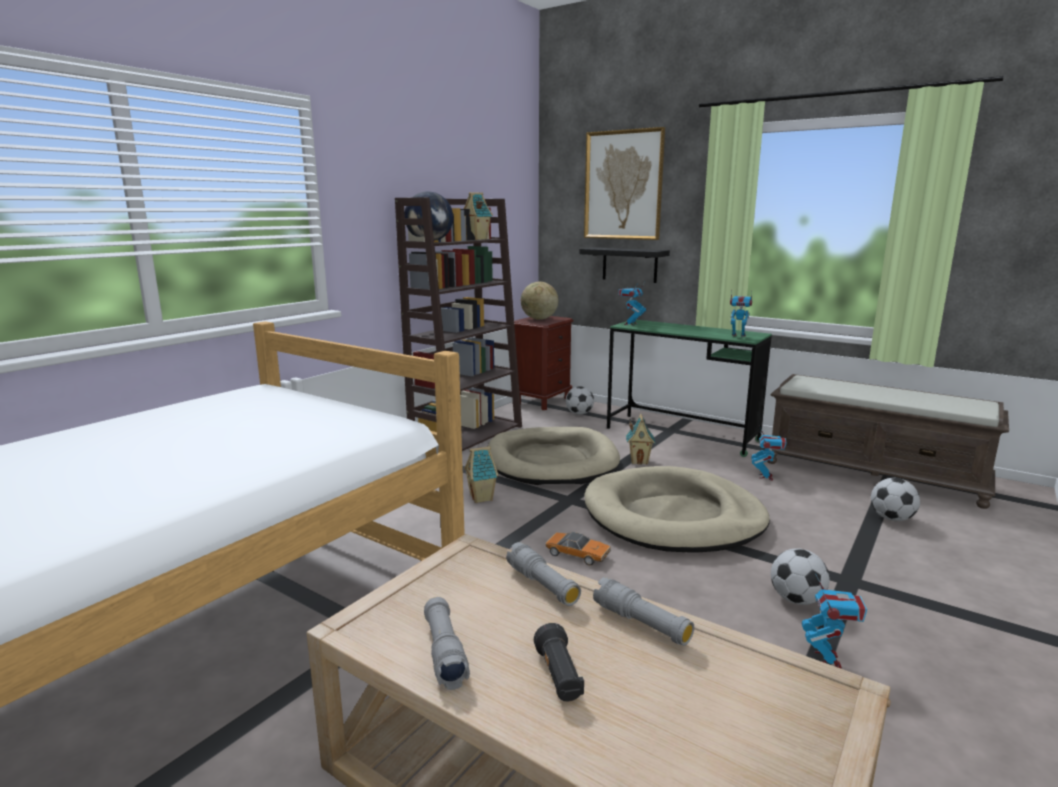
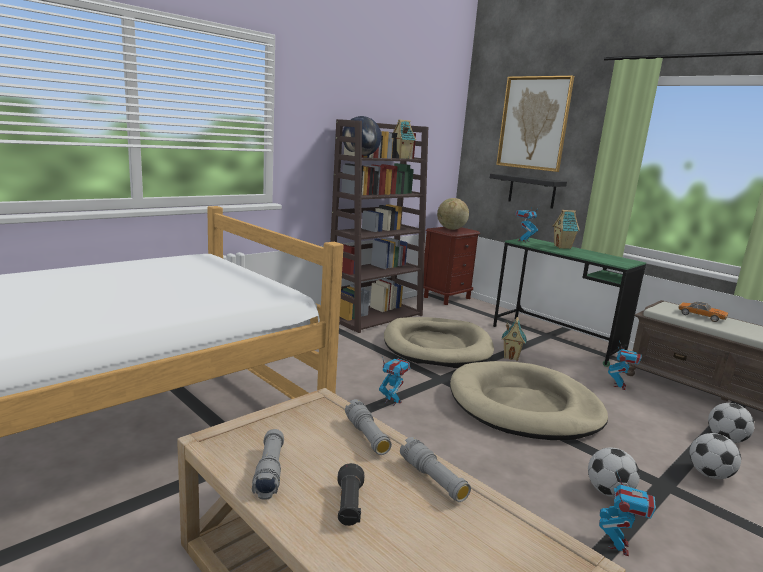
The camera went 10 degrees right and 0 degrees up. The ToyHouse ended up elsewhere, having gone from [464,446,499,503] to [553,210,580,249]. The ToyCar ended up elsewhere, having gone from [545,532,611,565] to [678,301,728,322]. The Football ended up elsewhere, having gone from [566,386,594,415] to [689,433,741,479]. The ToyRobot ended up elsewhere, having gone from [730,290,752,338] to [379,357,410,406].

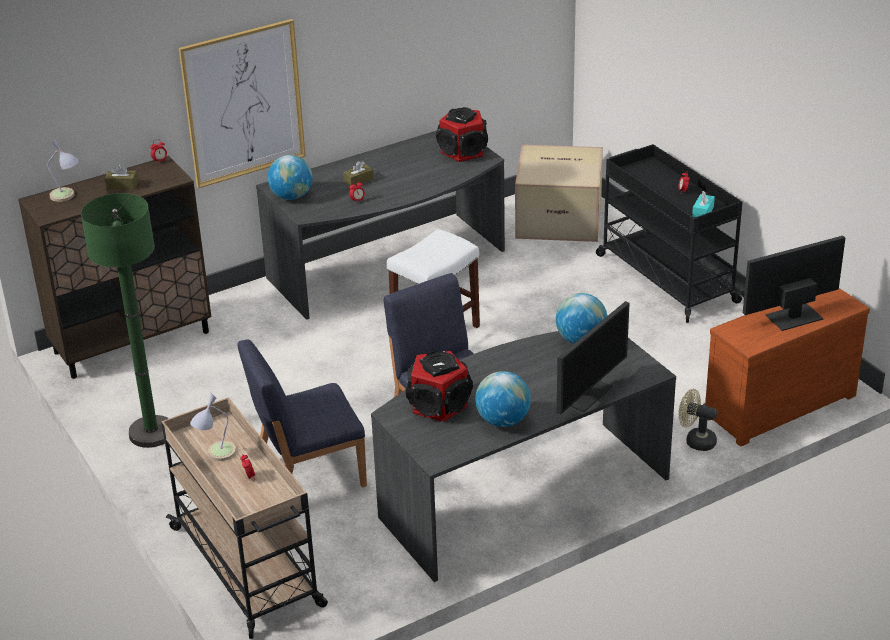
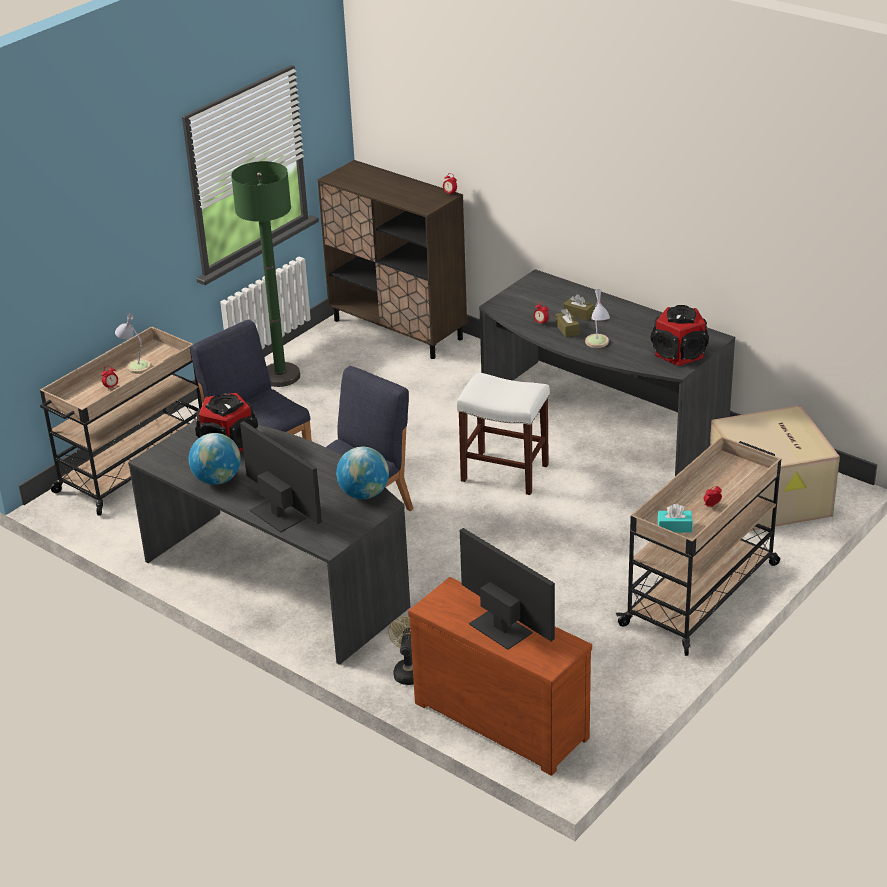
The camera went 70 degrees right and 0 degrees up. The TableLamp ended up elsewhere, having gone from [48,138,79,202] to [585,289,610,348]. The BrownTissueBox ended up elsewhere, having gone from [105,164,138,189] to [555,309,580,337]. The second view lost the Picture at [179,19,306,188]. The second view lost the Globe at [268,155,312,200]. The Monitor at [556,301,630,415] ended up facing another way, 150 degrees counterclockwise from before. What was the BlackCart at [596,144,745,323] turned into the BeigeCart at [616,436,781,656].

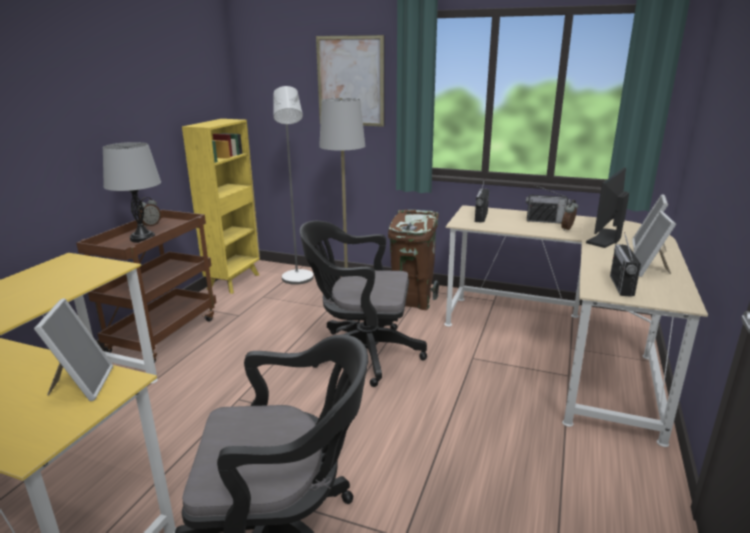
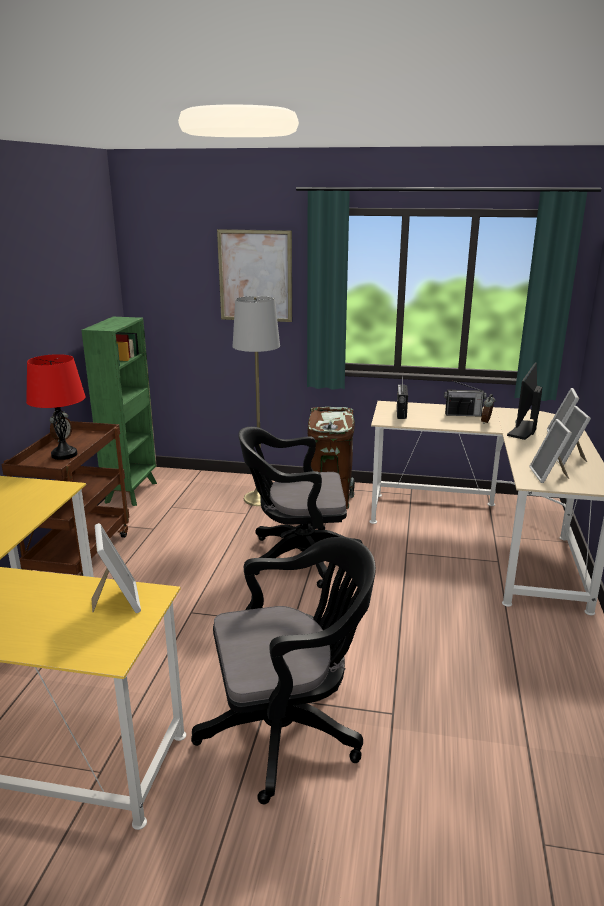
The camera went 10 degrees left and 0 degrees up. What was the GreyTableLamp at [103,142,161,243] turned into the RedTableLamp at [26,354,86,460]. What was the YellowBookcase at [182,119,260,294] turned into the GreenBookcase at [81,317,157,506]. The second view lost the GreyFloorLamp at [273,86,314,285]. Where the Radio stood at [610,232,641,297], the PictureFrame came to stand at [529,419,572,483].

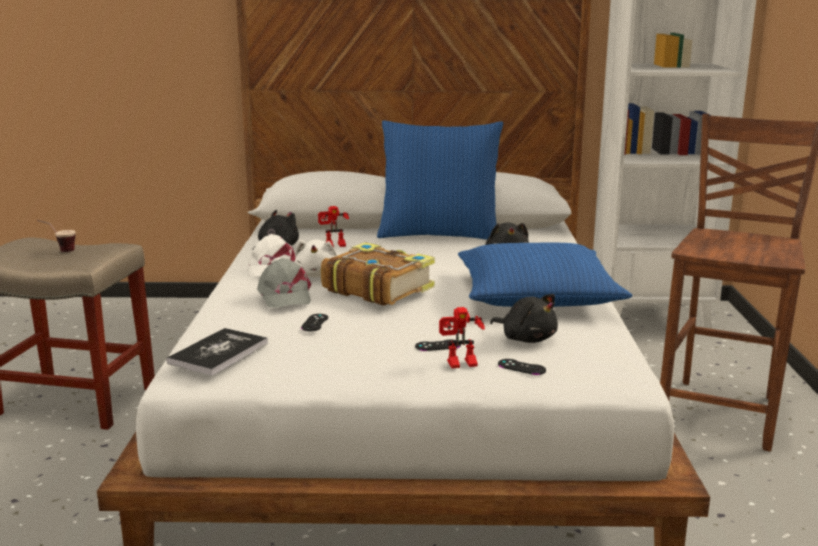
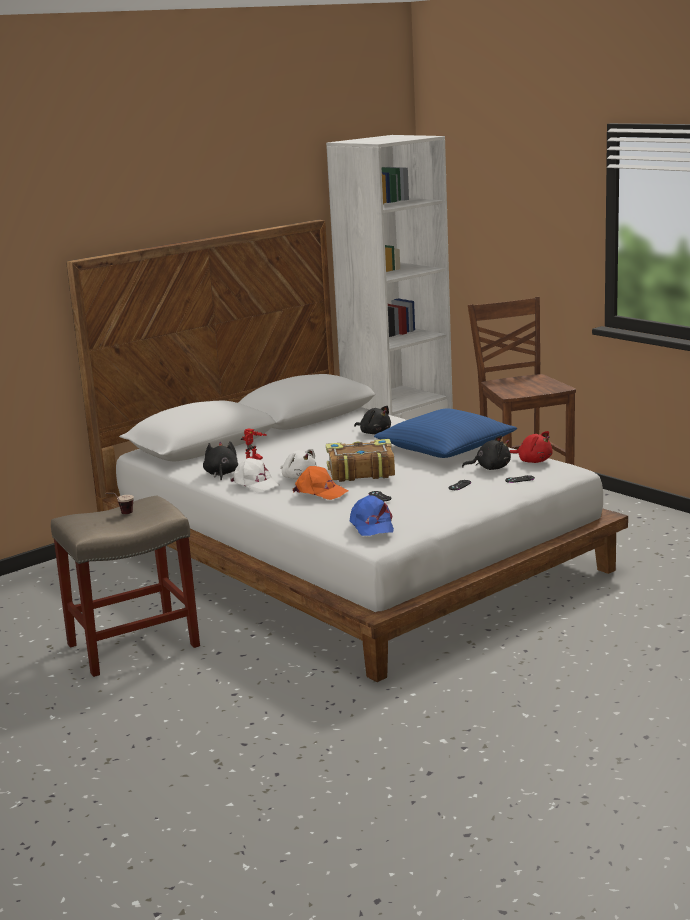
The camera went 40 degrees left and 0 degrees up. Where the Book stood at [167,328,268,376], the BlueCap came to stand at [350,495,394,536]. What was the GreyCap at [257,258,311,307] turned into the OrangeCap at [293,466,348,500]. The second view lost the BluePillow at [377,120,503,240]. The second view lost the ToyRobot at [439,307,485,368]. The second view gained the RedPlushToy at [510,431,553,463].

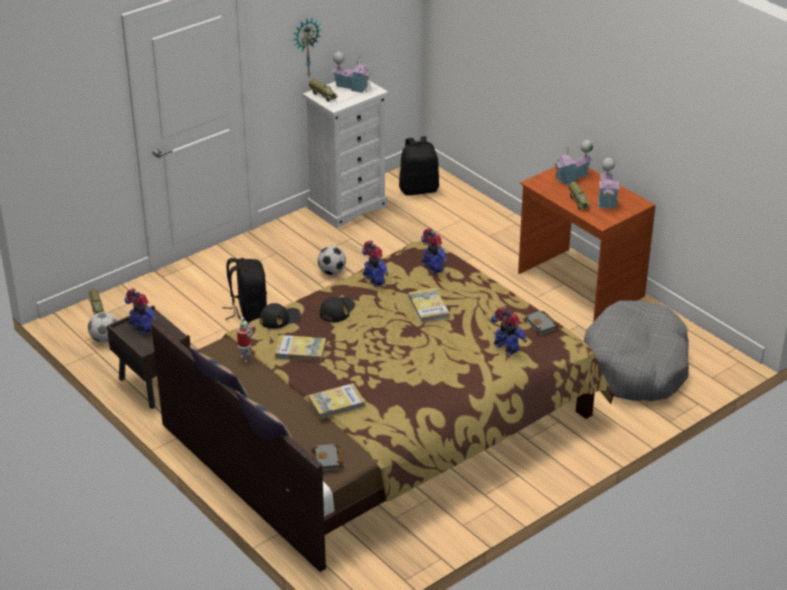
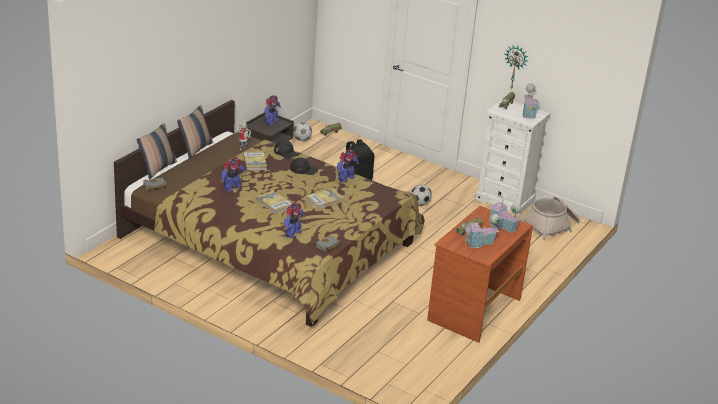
The camera went 70 degrees right and 5 degrees down. The Book ended up elsewhere, having gone from [308,383,365,419] to [256,191,292,214]. Where the BlackBackpack stood at [399,136,439,196], the Basket came to stand at [521,196,580,240]. The ToyRobot ended up elsewhere, having gone from [421,228,448,274] to [221,158,246,192]. The second view lost the GreyDogBed at [584,301,689,401].

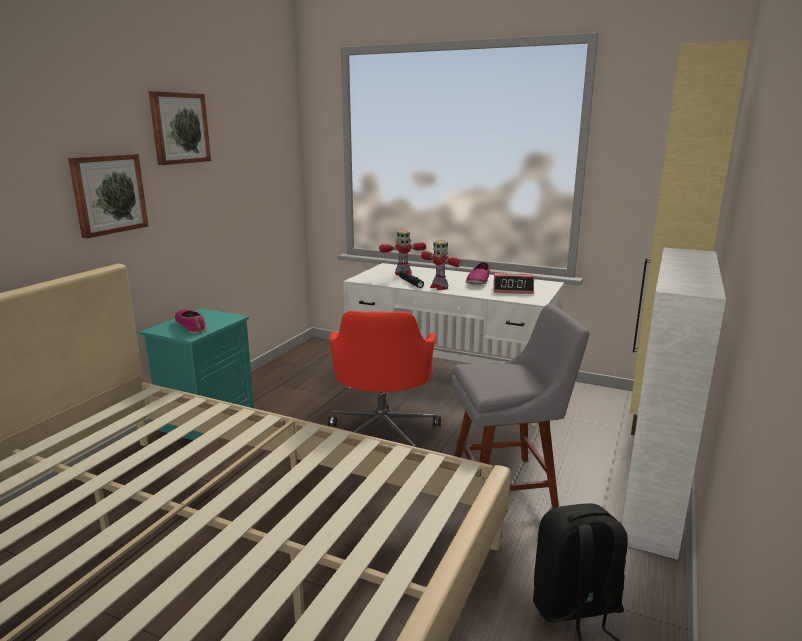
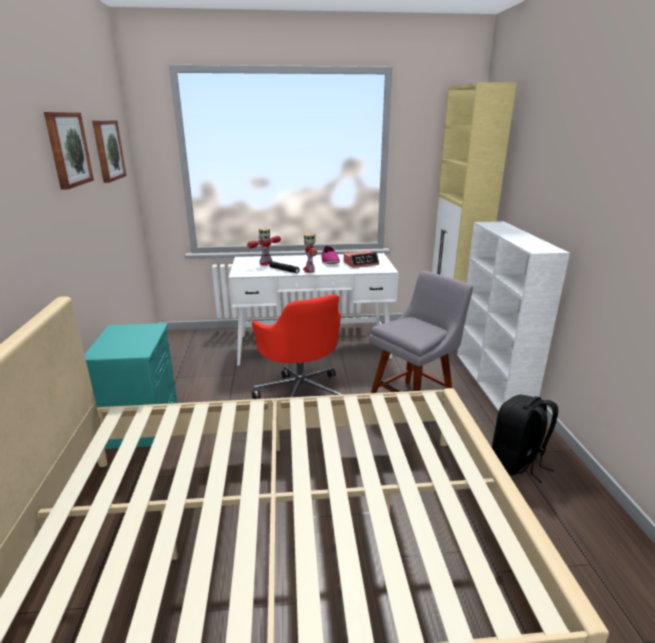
The camera went 30 degrees left and 5 degrees up. The Picture ended up elsewhere, having gone from [68,154,148,238] to [92,120,127,183]. The second view lost the Shoe at [175,309,206,334]. The ToyRobot at [421,240,462,290] ended up facing another way, 60 degrees clockwise from before.

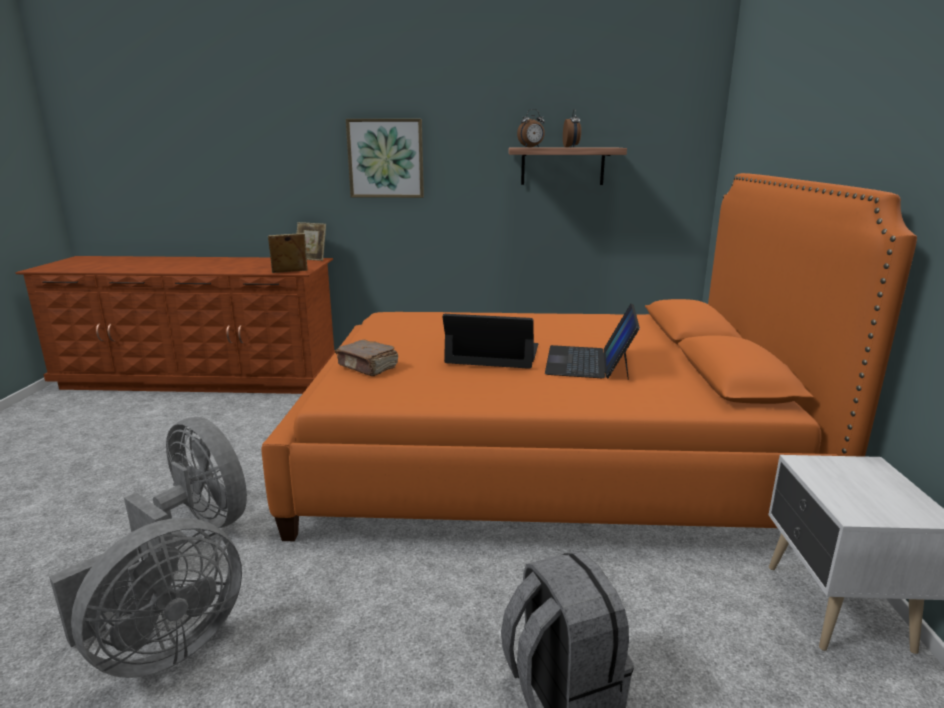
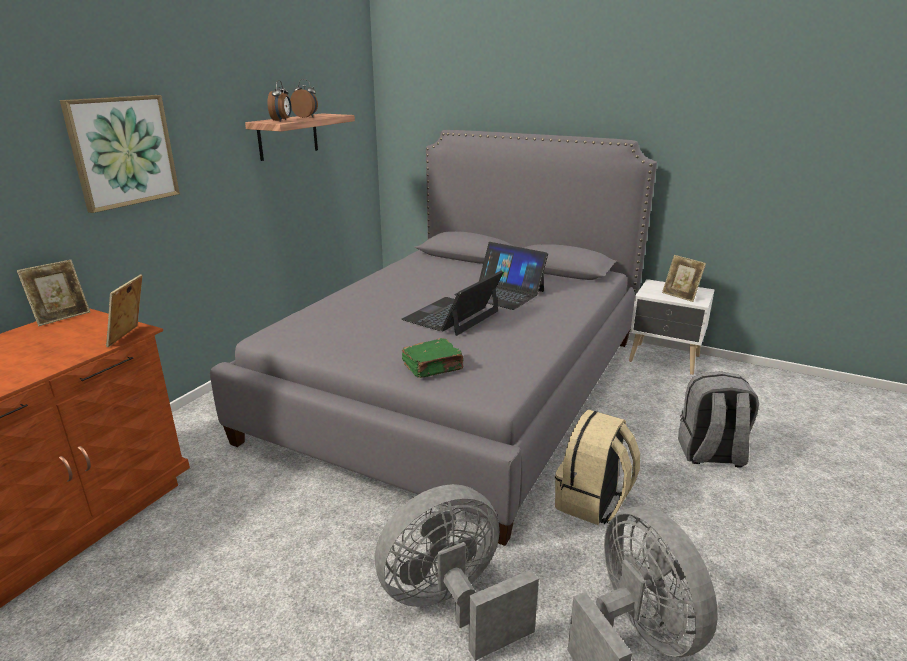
The camera went 65 degrees left and 5 degrees up. What was the OrangeBed at [261,173,917,541] turned into the GreyBed at [210,130,657,546]. What was the BrownBook at [335,340,398,376] turned into the GreenBook at [402,338,464,378]. The second view gained the BeigeBackpack at [555,410,640,525]. The second view gained the PictureFrame at [662,255,706,302].

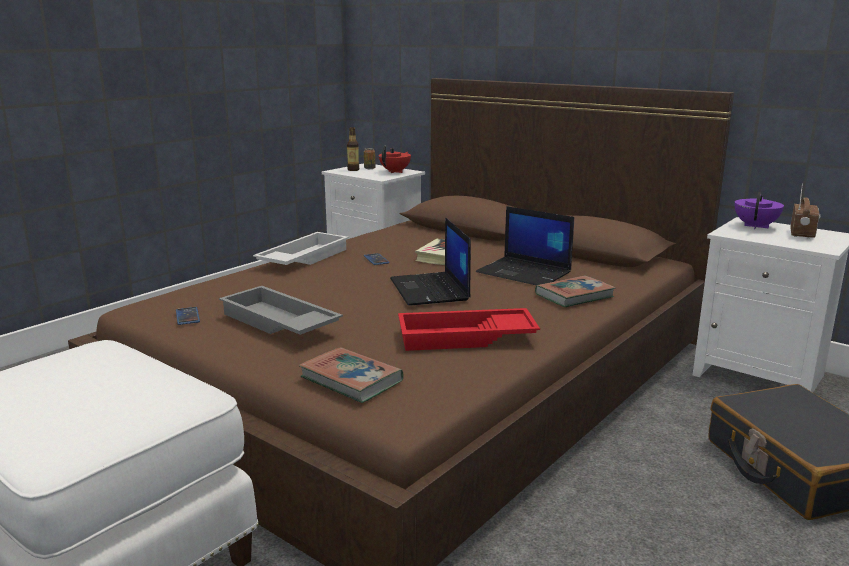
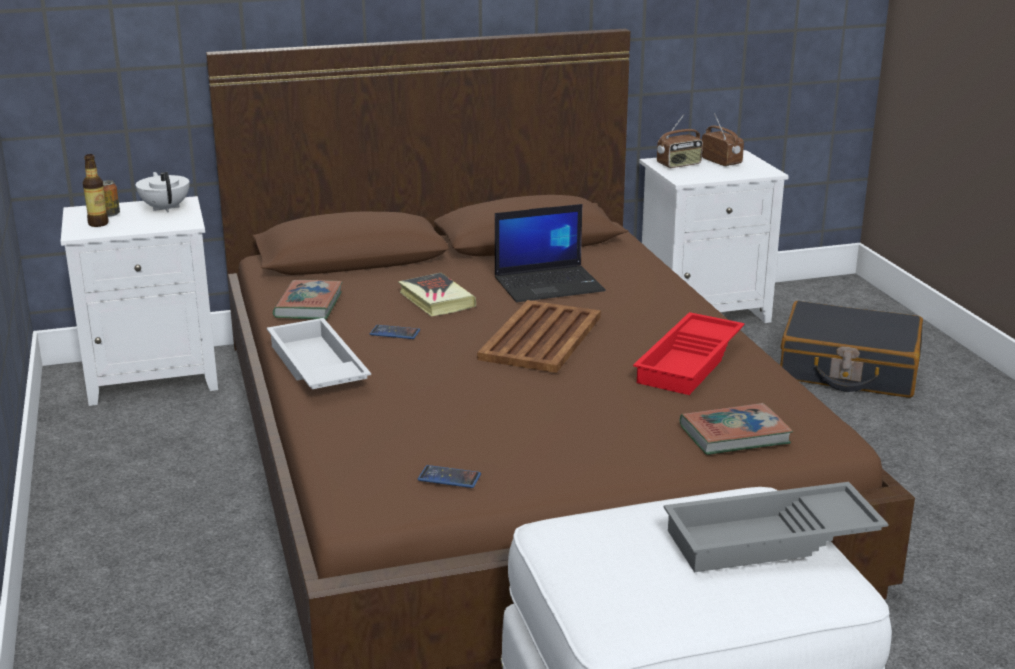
The camera went 55 degrees left and 5 degrees up. The GreyTray ended up elsewhere, having gone from [219,286,343,335] to [664,482,889,572]. What was the RedTeapot at [379,146,411,173] turned into the WhiteTeapot at [136,172,189,213]. Where the Laptop stood at [390,218,471,305], the BrownTray came to stand at [477,300,601,373]. The Book ended up elsewhere, having gone from [535,276,615,307] to [273,280,342,319]. Where the PurpleTeapot stood at [735,192,784,229], the Radio came to stand at [657,114,703,168].

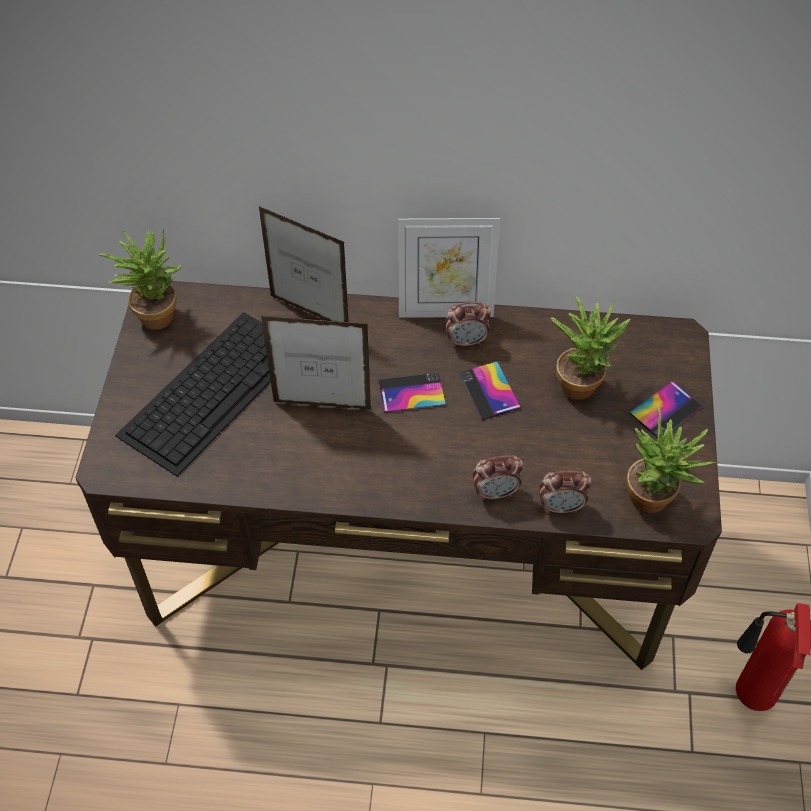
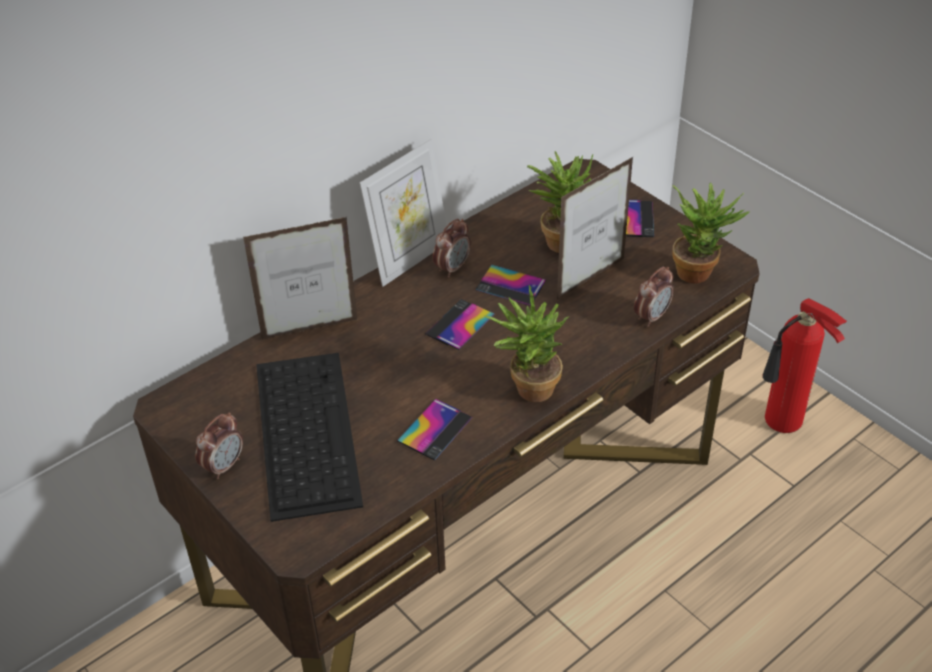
The camera went 45 degrees left and 10 degrees down. The PottedPlant ended up elsewhere, having gone from [99,228,182,330] to [484,285,570,402]. The PictureFrame ended up elsewhere, having gone from [261,316,372,410] to [557,157,633,300]. The AlarmClock ended up elsewhere, having gone from [473,455,523,500] to [195,412,243,479]. The second view gained the Phone at [397,399,473,461].

